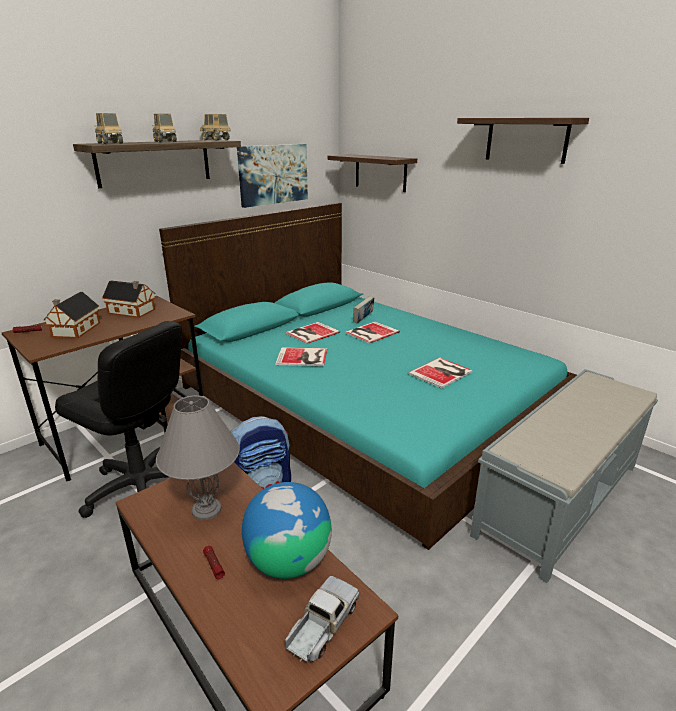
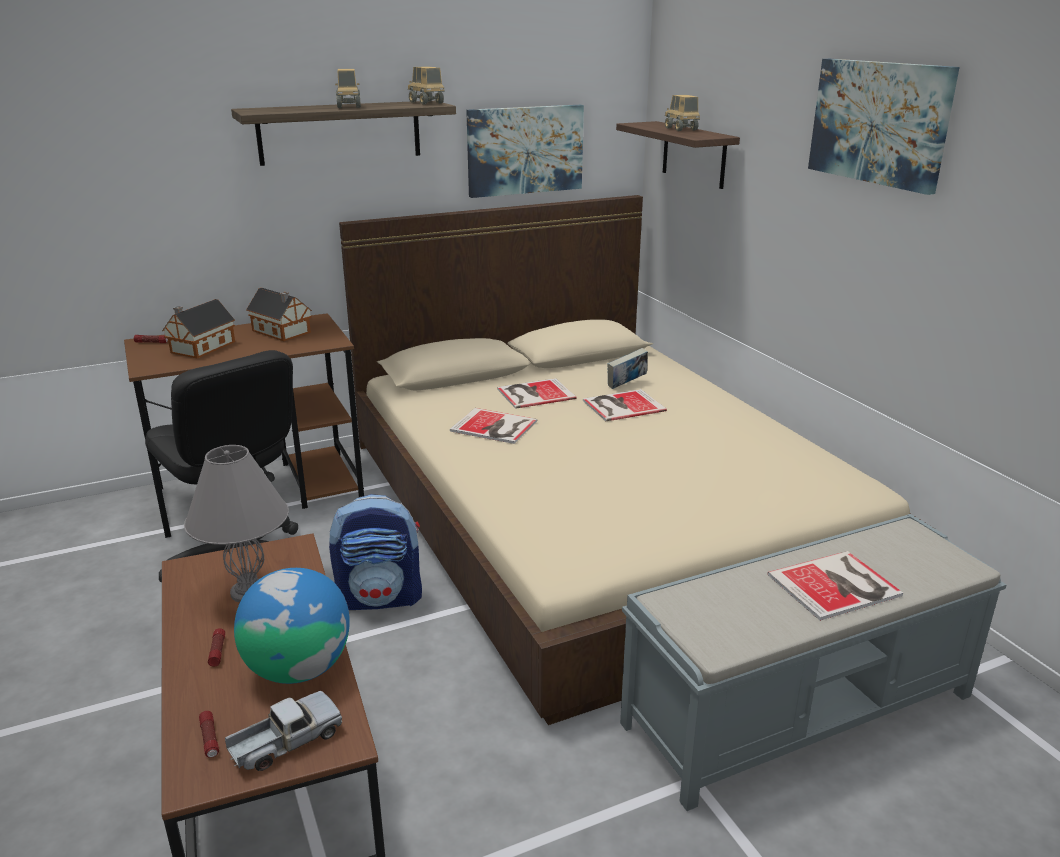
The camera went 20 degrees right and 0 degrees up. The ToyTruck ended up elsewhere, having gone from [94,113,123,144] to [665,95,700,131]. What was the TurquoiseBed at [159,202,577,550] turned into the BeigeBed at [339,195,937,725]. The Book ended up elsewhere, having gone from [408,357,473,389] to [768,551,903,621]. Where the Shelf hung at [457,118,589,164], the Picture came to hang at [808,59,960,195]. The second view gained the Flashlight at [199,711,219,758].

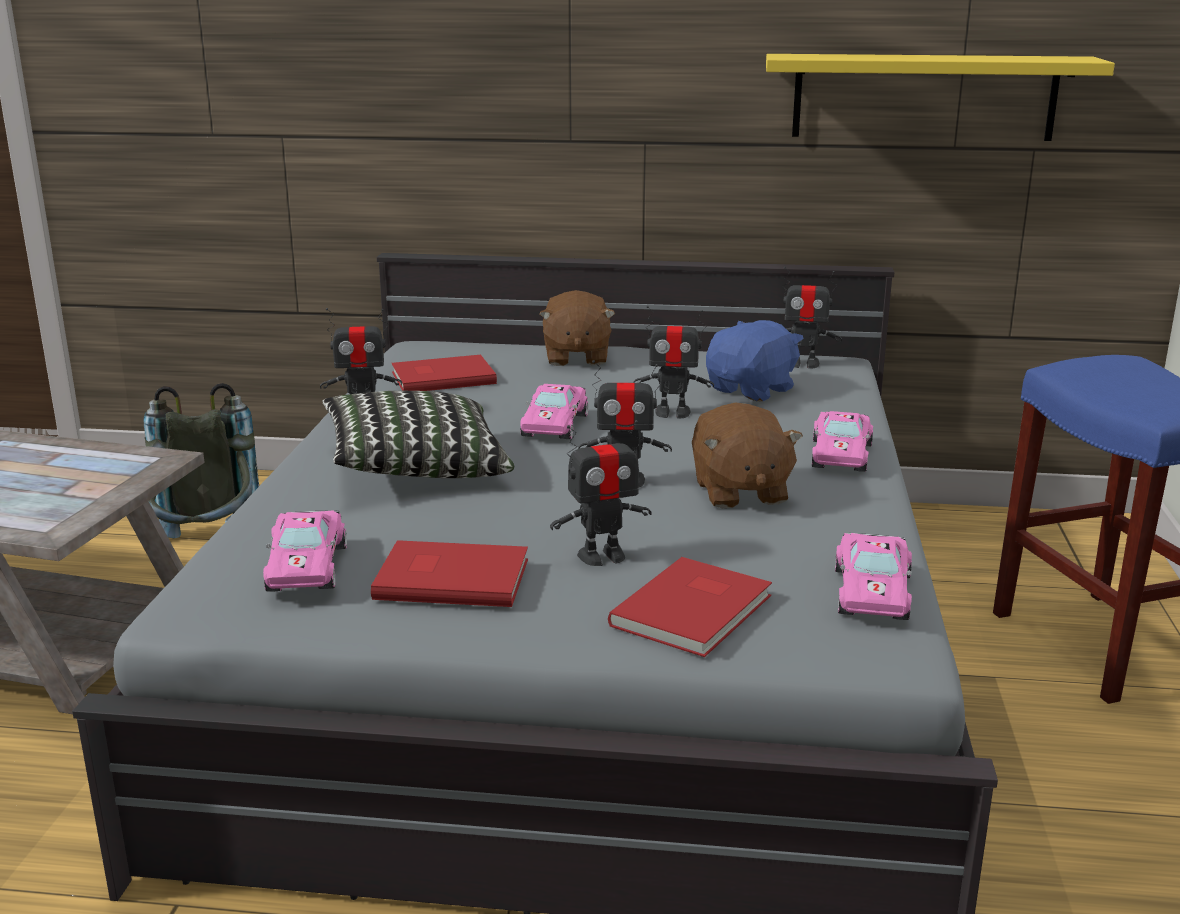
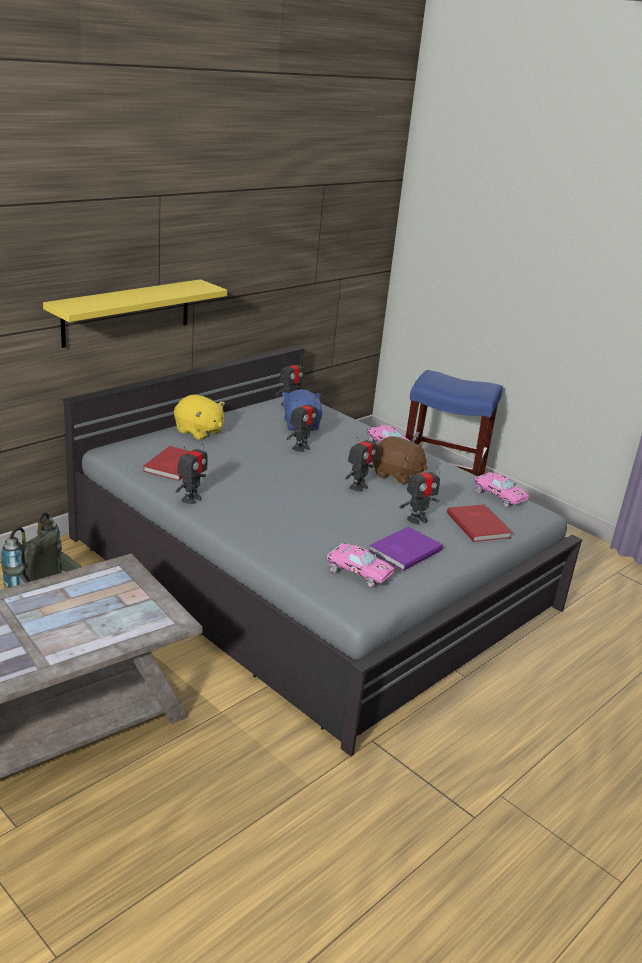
The camera went 55 degrees left and 5 degrees up. The second view lost the Pillow at [323,391,514,478]. What was the RedBook at [371,540,528,607] turned into the PurpleBook at [369,527,443,571]. The second view lost the PinkToyCar at [520,384,588,439]. What was the BrownPlushToy at [539,290,615,366] turned into the YellowPlushToy at [174,394,225,440]. The ToyRobot at [550,420,652,566] ended up facing another way, 45 degrees clockwise from before. The YellowShelf ended up elsewhere, having gone from [766,54,1115,141] to [43,279,227,348].

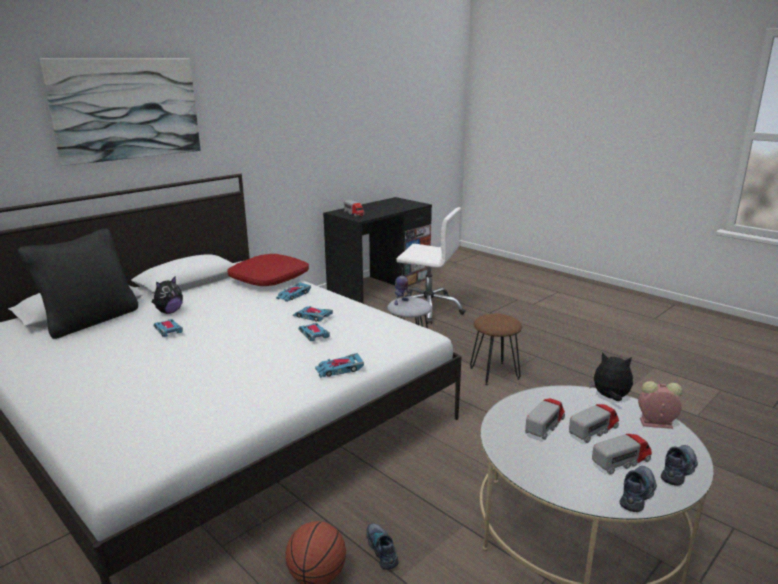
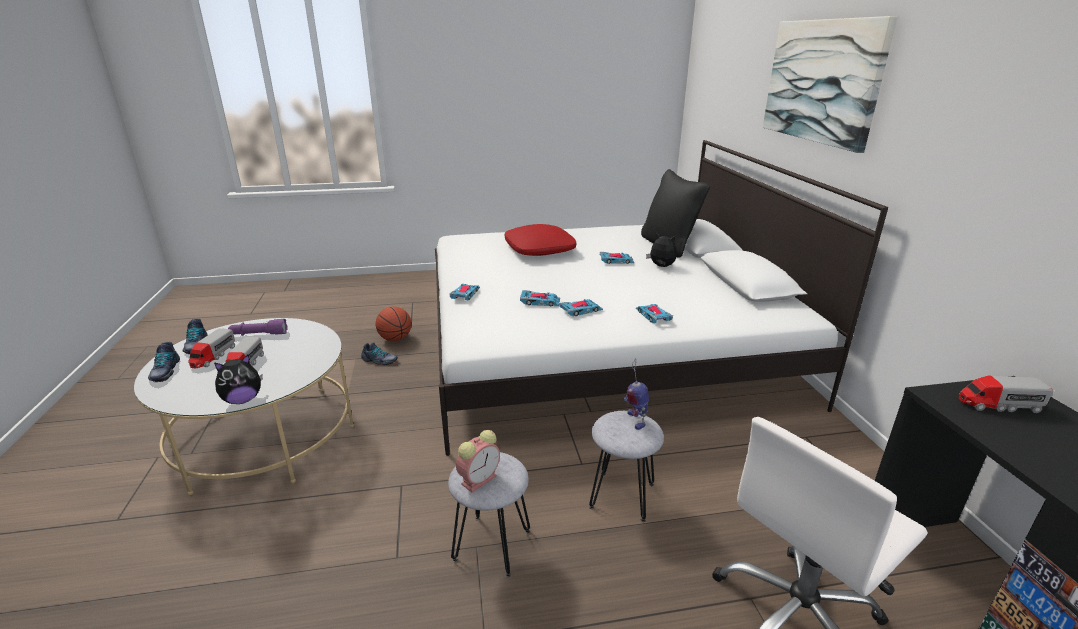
The camera went 125 degrees right and 5 degrees up. The PlushToy at [152,276,183,314] ended up facing another way, 135 degrees clockwise from before. The RedPillow ended up elsewhere, having gone from [228,254,309,286] to [505,224,576,256]. What was the BrownStool at [470,314,522,385] turned into the GreyStool at [448,452,530,577]. The second view lost the ToyTruck at [525,398,565,440]. The AlarmClock ended up elsewhere, having gone from [638,381,683,429] to [456,430,500,492]. The second view gained the PurpleFlashlight at [228,319,288,336].

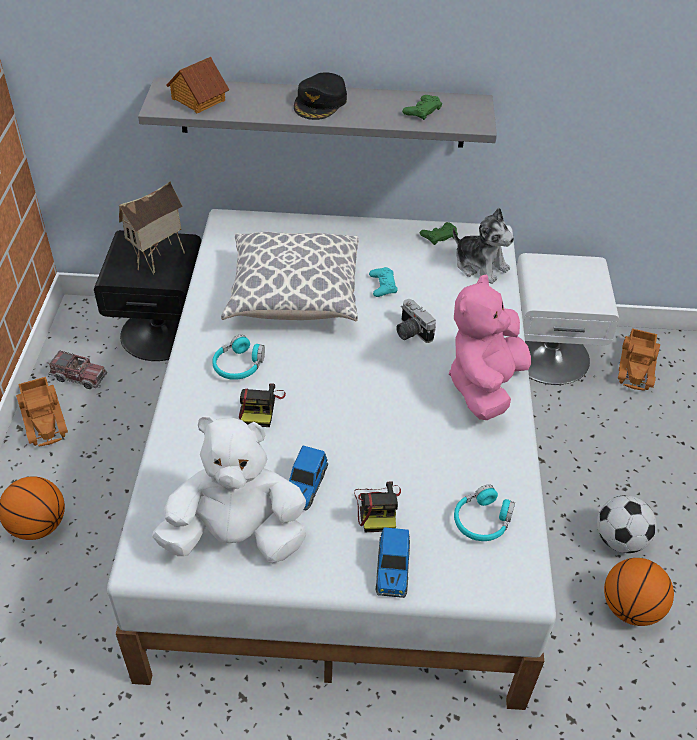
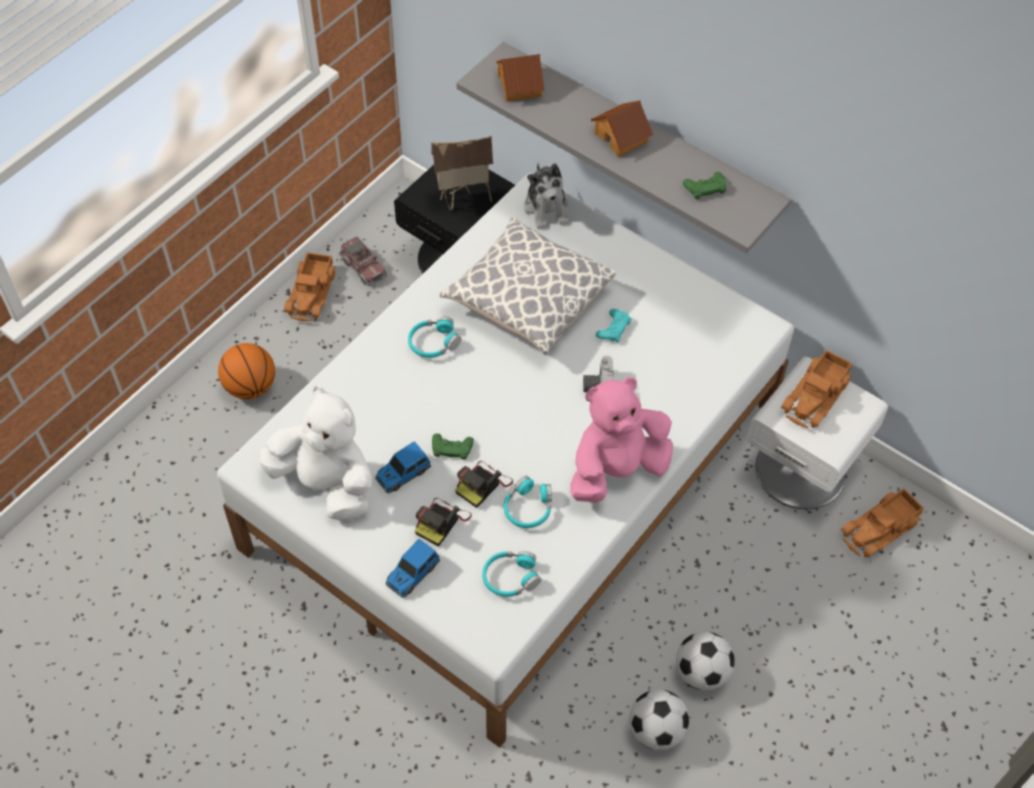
The camera went 35 degrees right and 10 degrees up. The PhotoCamera ended up elsewhere, having gone from [239,383,286,427] to [455,461,513,508]. Where the BlackCap stood at [294,72,347,120], the ToyHouse came to stand at [591,100,653,157]. The GreenGameController ended up elsewhere, having gone from [420,222,458,245] to [432,433,474,460]. The PlushToy ended up elsewhere, having gone from [453,208,514,284] to [524,163,569,229]. Where the Basketball stood at [604,558,674,626], the Football came to stand at [629,689,689,750]. The second view gained the TurquoiseHeadphones at [504,476,552,528]. The second view gained the ToyTruck at [781,350,852,428].

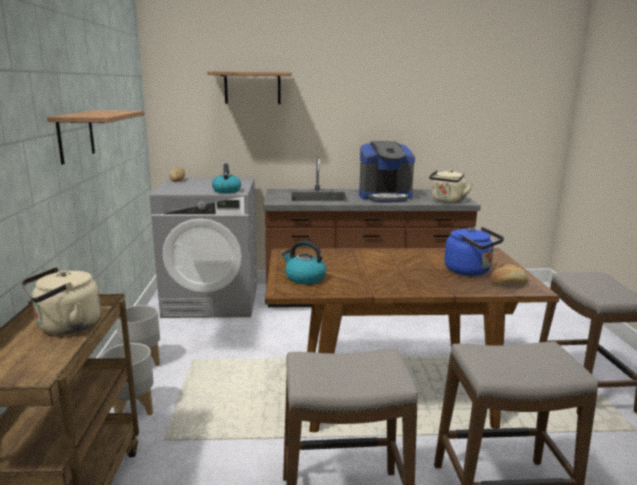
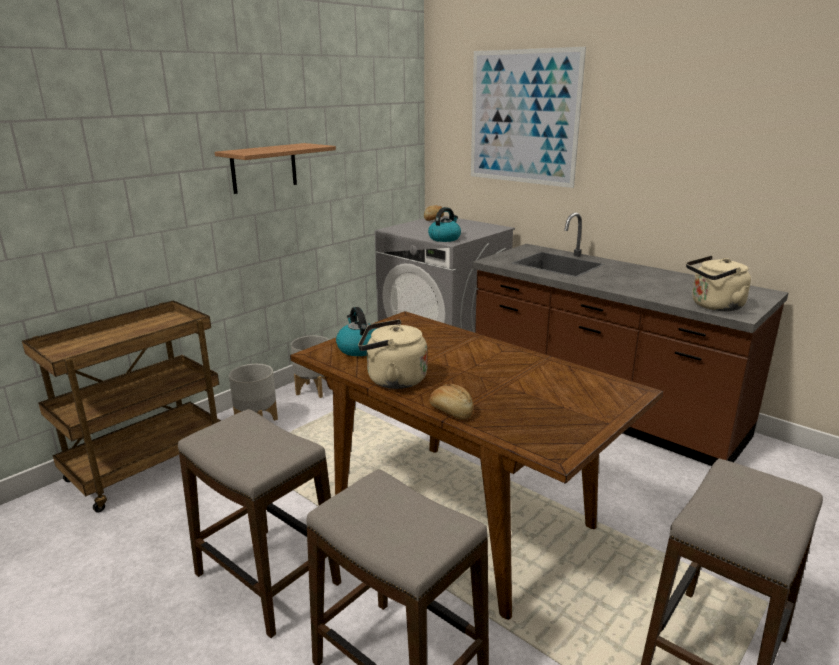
The camera went 45 degrees right and 5 degrees up. The BeigeKettle ended up elsewhere, having gone from [21,267,101,334] to [358,319,427,389]. Where the Shelf hung at [207,71,292,104], the Picture came to hang at [471,47,586,188]. The second view lost the CoffeeMachine at [359,141,415,202]. The second view lost the BlueKettle at [444,227,504,276]. The Bread ended up elsewhere, having gone from [490,264,528,285] to [429,384,474,420].

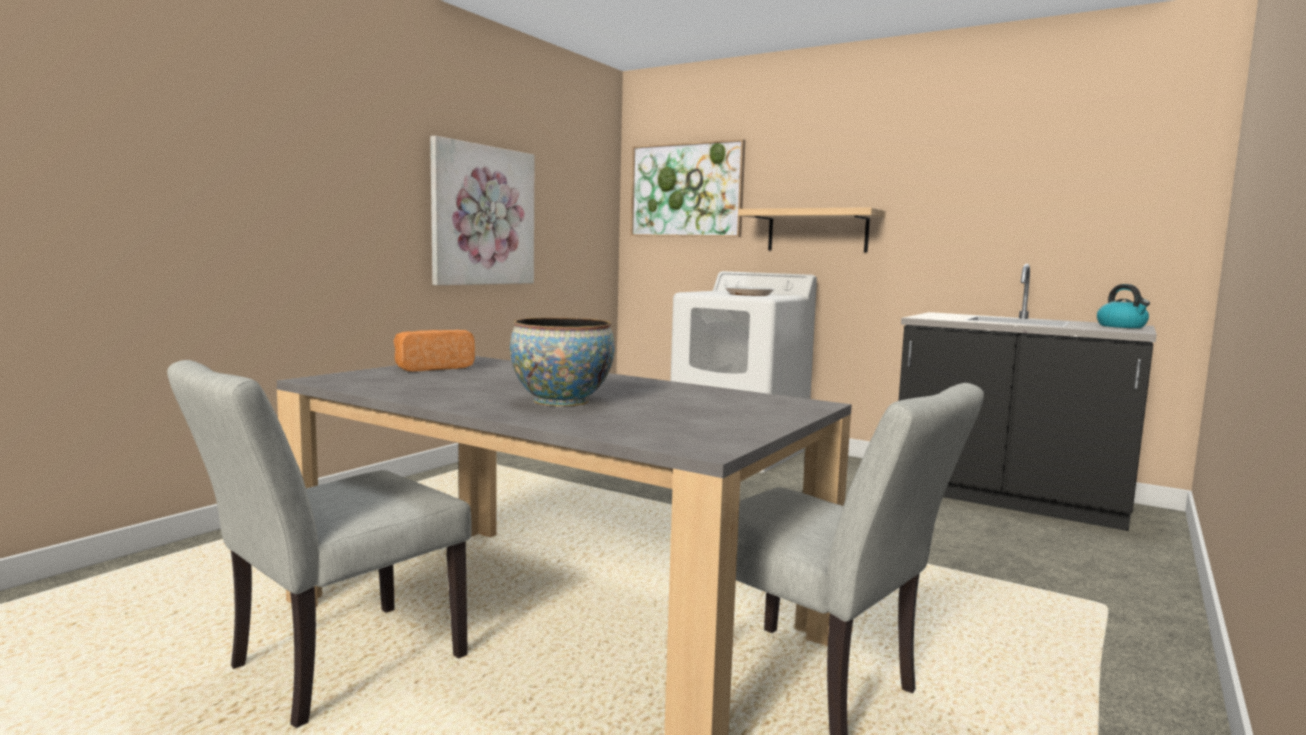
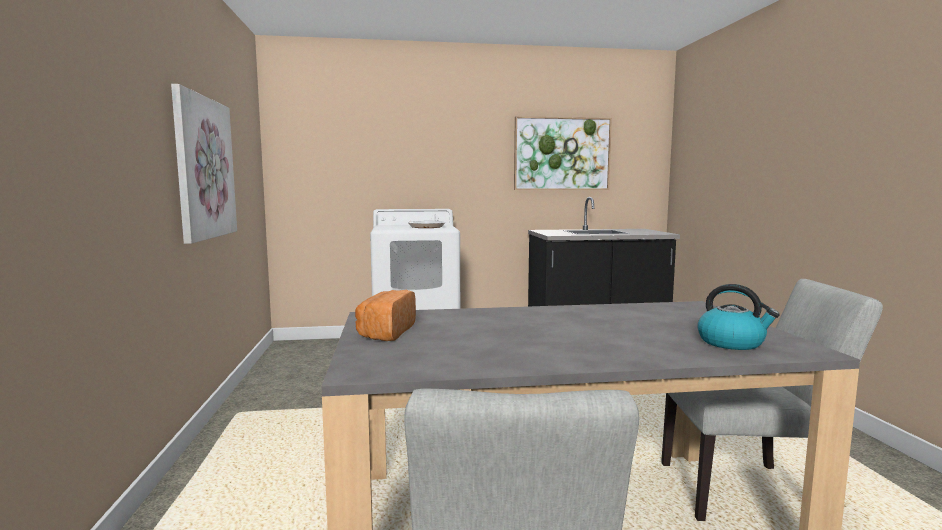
The camera went 40 degrees left and 0 degrees up. The second view lost the Bowl at [510,318,615,407]. The Picture ended up elsewhere, having gone from [630,139,746,237] to [514,116,612,190]. The second view lost the Shelf at [738,207,886,252]. The Kettle ended up elsewhere, having gone from [1097,284,1150,328] to [697,284,780,350].

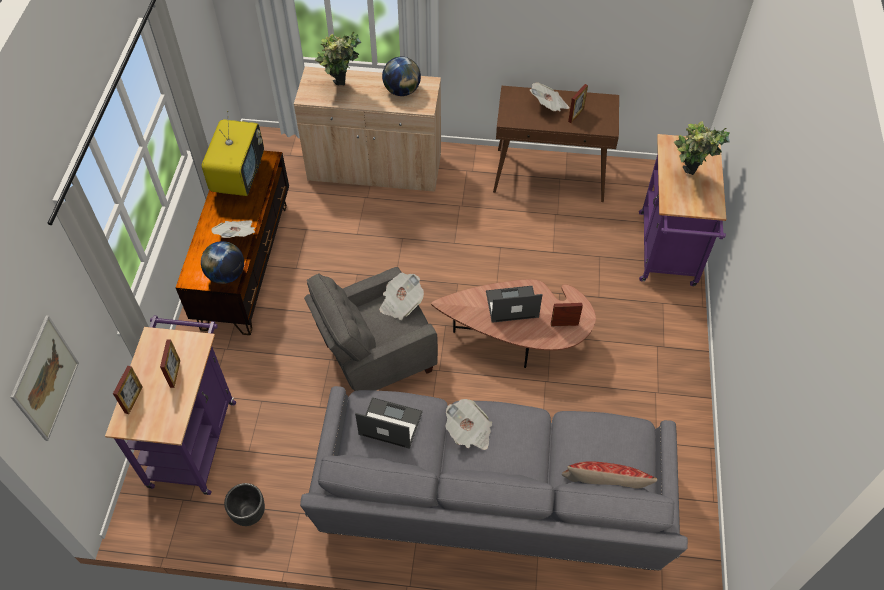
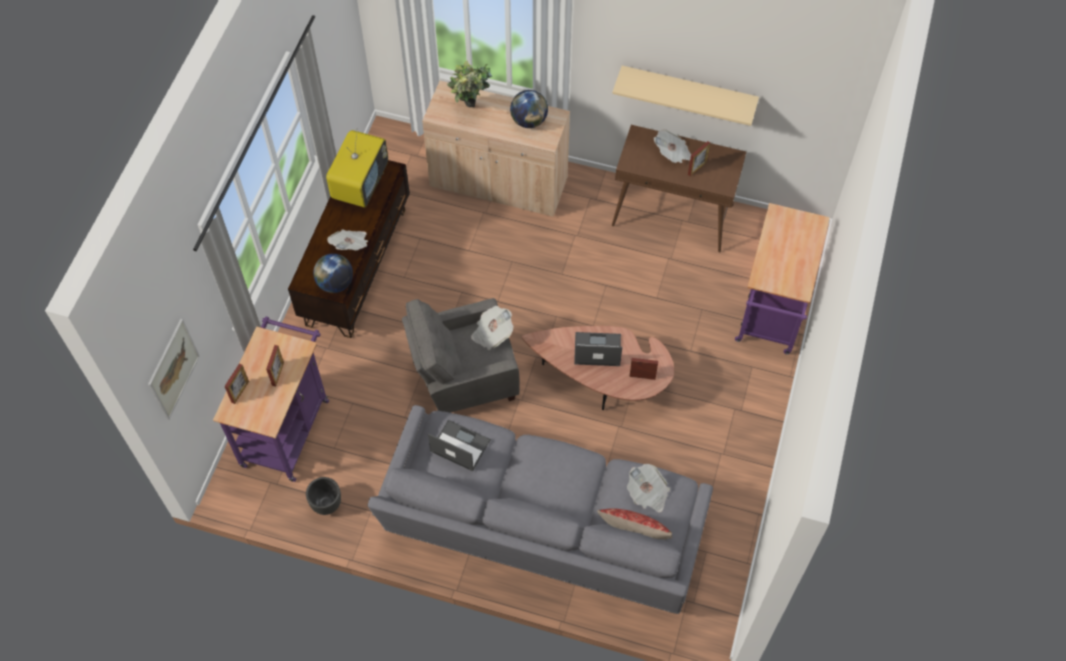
The camera went 10 degrees right and 5 degrees up. The Newspaper ended up elsewhere, having gone from [446,399,492,450] to [627,464,670,513]. The second view lost the PottedPlant at [674,121,729,175]. The second view gained the BeigeShelf at [612,66,759,126].

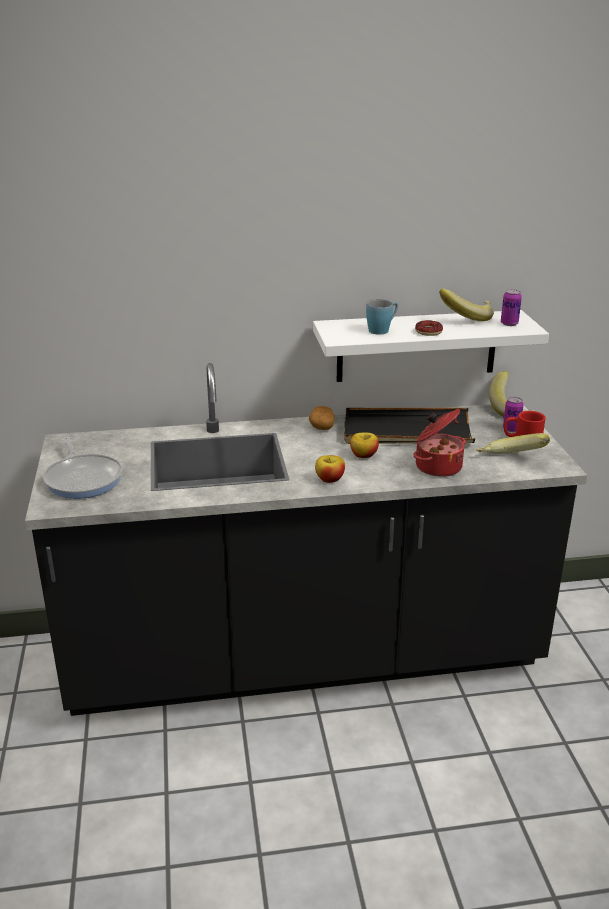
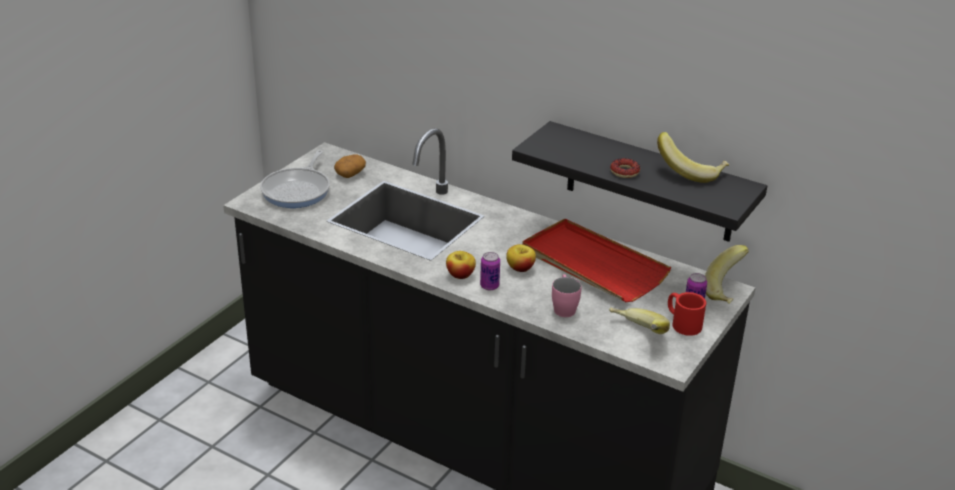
The camera went 40 degrees right and 5 degrees up. The Potato ended up elsewhere, having gone from [309,406,335,430] to [334,154,366,178]. What was the WhiteShelf at [313,310,549,382] turned into the BlackShelf at [512,121,767,242]. What was the BlackTray at [344,408,475,444] turned into the RedTray at [522,218,671,302]. The second view lost the BlueMug at [366,299,398,335]. Where the CookingPot stood at [413,409,466,477], the PinkMug came to stand at [552,274,581,317]. The Can ended up elsewhere, having gone from [501,289,522,326] to [480,252,500,290].

